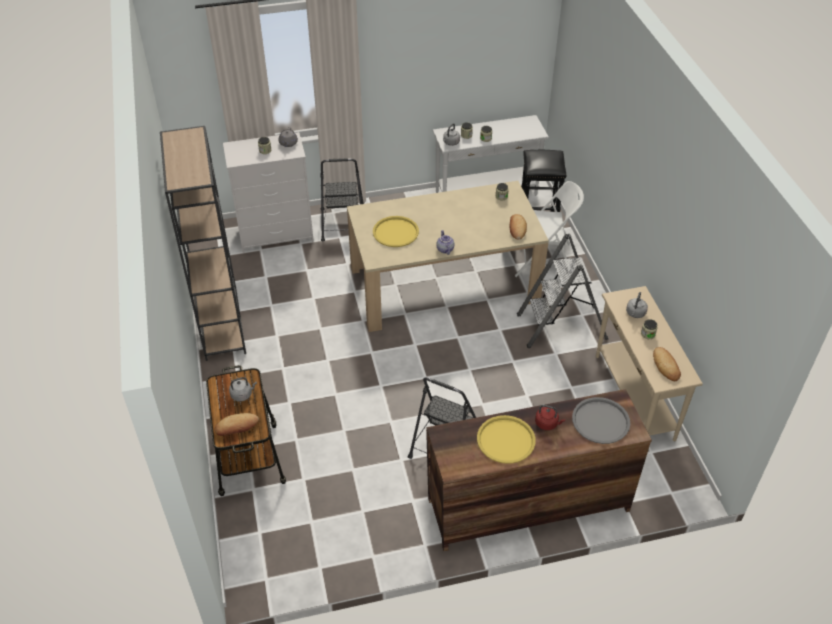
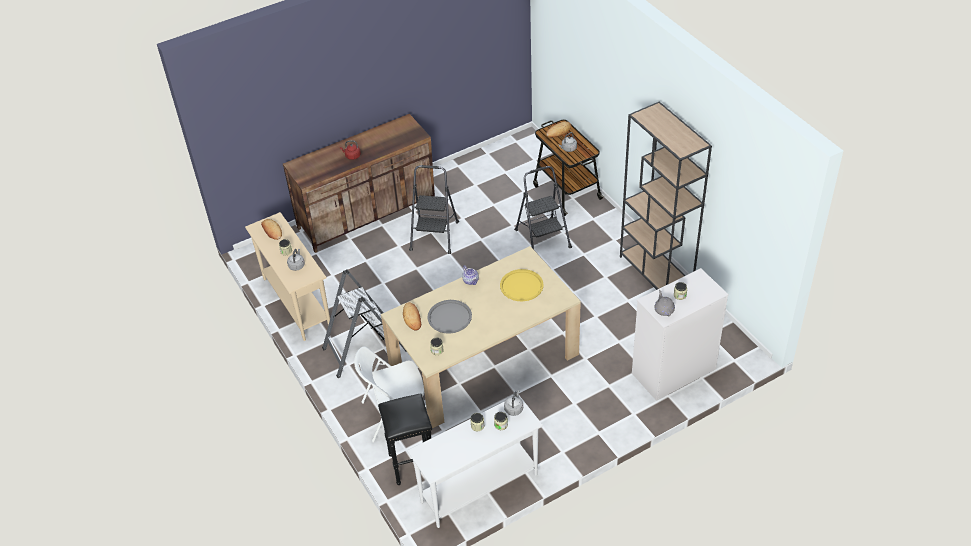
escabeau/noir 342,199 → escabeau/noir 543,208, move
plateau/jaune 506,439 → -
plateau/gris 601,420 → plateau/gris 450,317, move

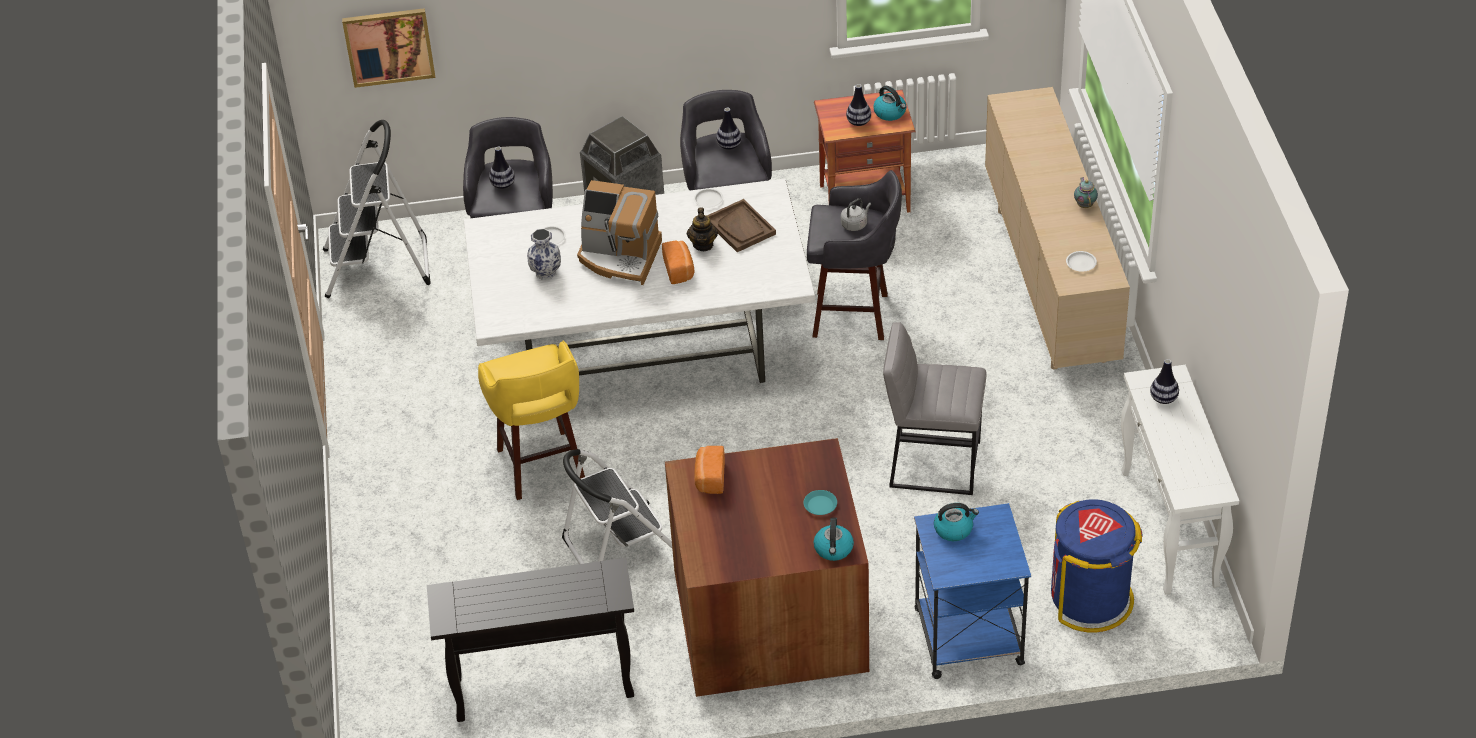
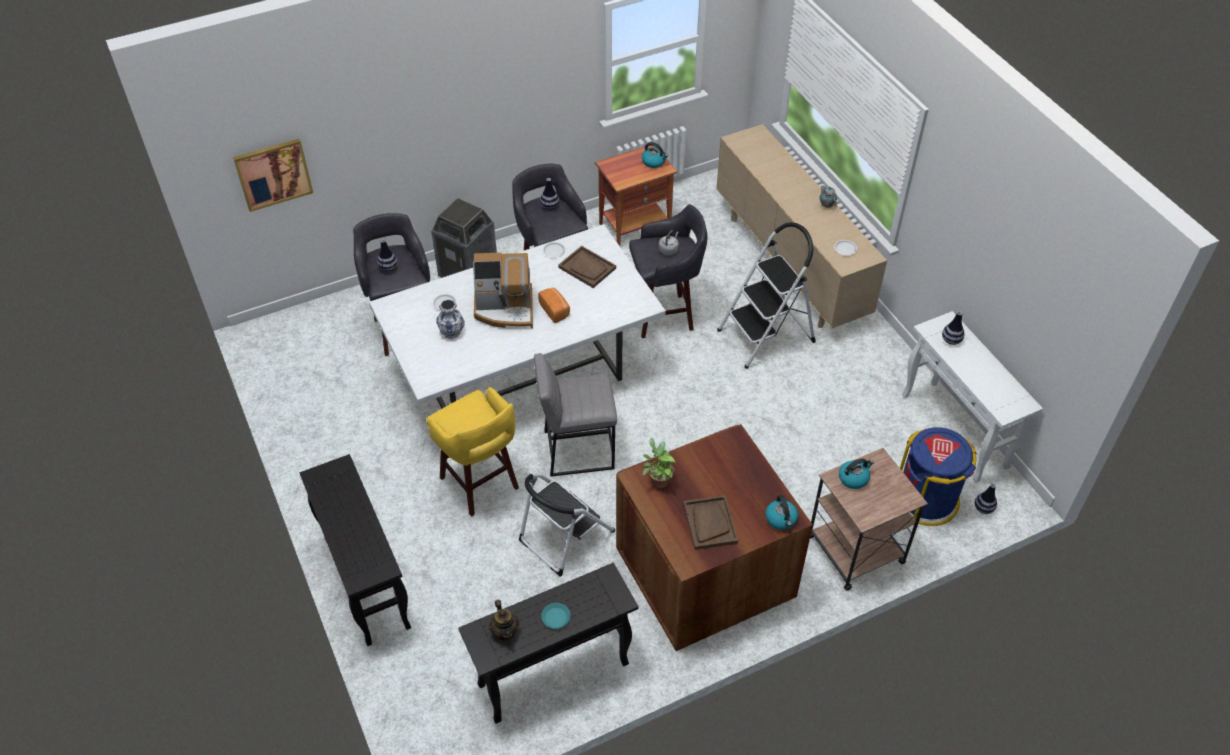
escabeau 377,209 → escabeau 766,295, move
théière 702,229 → théière 504,620, move
pain 709,470 → plante en pot 659,463
assiette/turquoise 820,502 → assiette/turquoise 556,616, move
vase 858,105 → vase 986,498, move
chaise/gris 935,408 → chaise/gris 575,414, move
chariot/bleu 972,591 → chariot/marron 869,519
- → table console/noir 355,550
- → plateau/marron 710,522

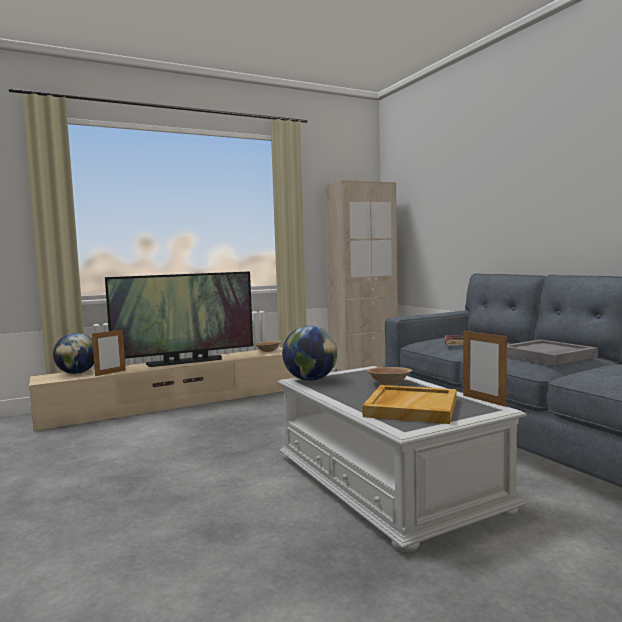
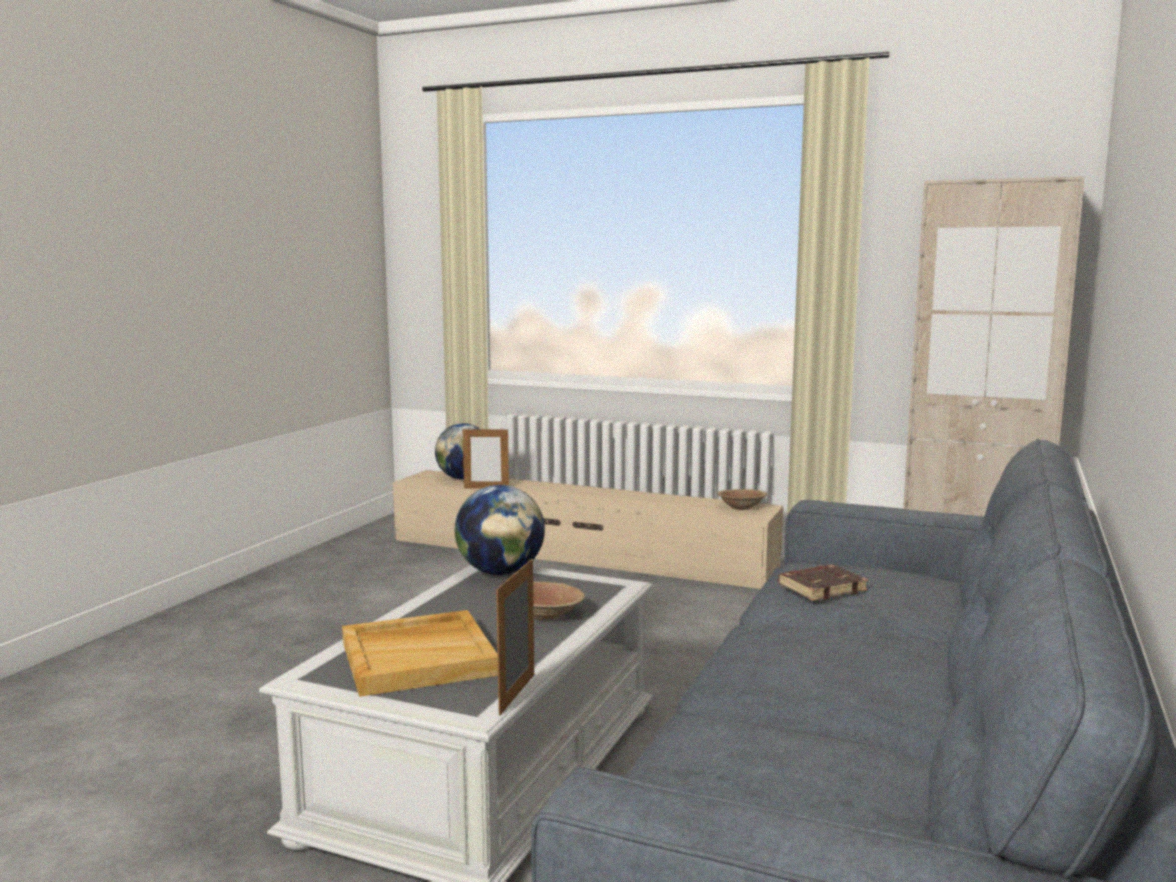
téléviseur 179,319 → -
plateau/gris 552,352 → -

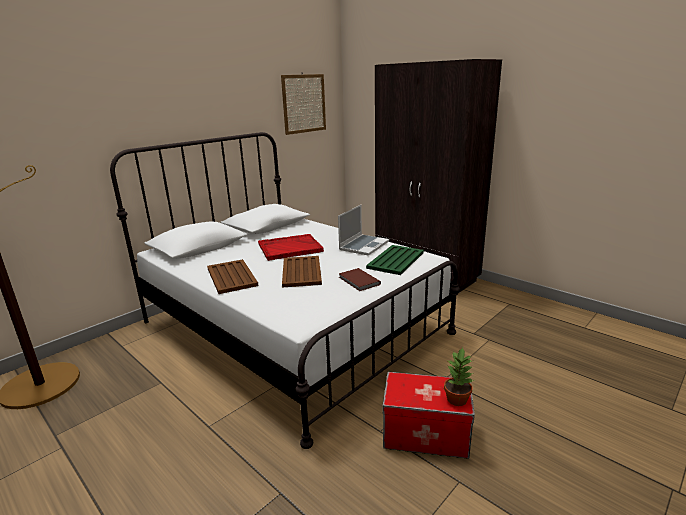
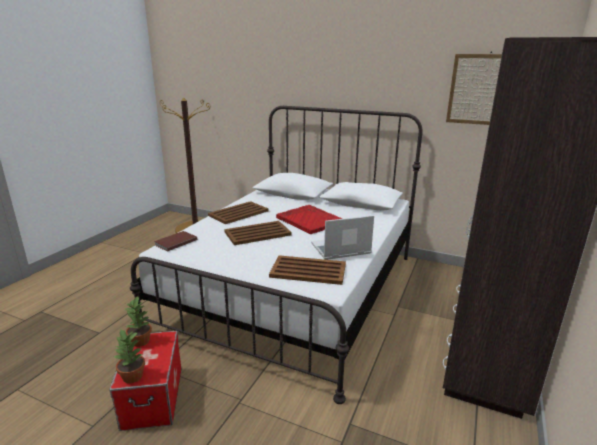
ordinateur portable 363,230 → ordinateur portable 342,237, 150 degrees clockwise
livre/marron 360,279 → livre/marron 175,241, move
plateau/vert 395,260 → plateau/marron 307,270
- → plante en pot 138,321

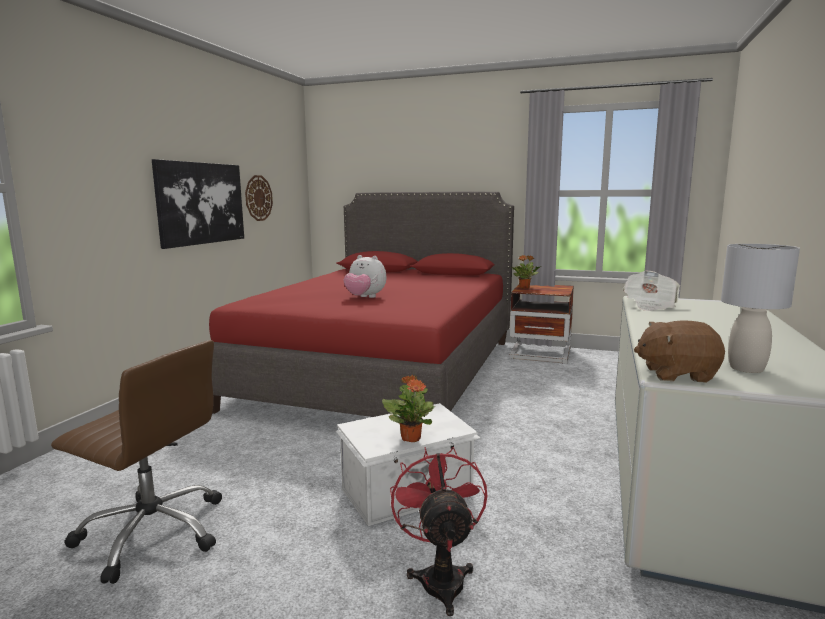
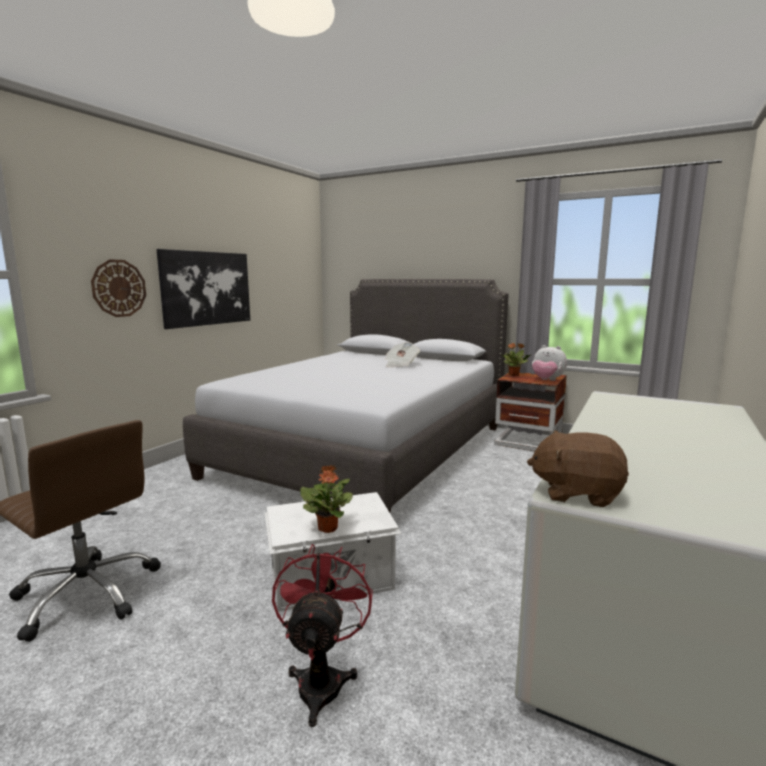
lit/rouge 361,304 → lit/gris 346,395
horloge murale 259,198 → horloge murale 118,288, move
peluche 364,276 → peluche 549,363, move
journal 651,291 → journal 402,355, move
lampe de table/gris 760,308 → -

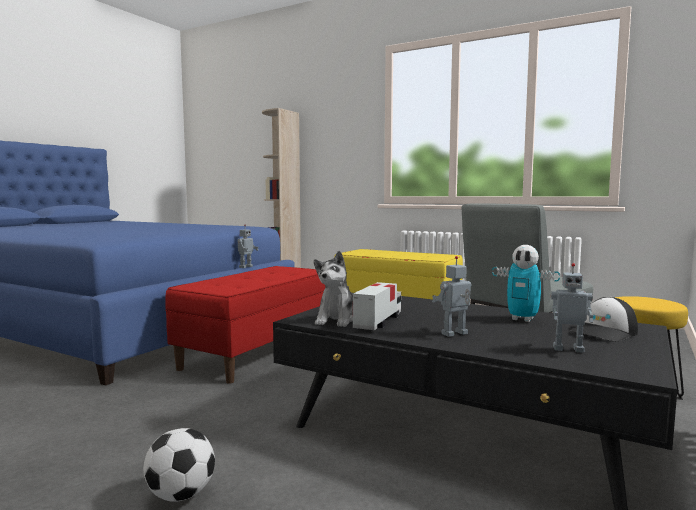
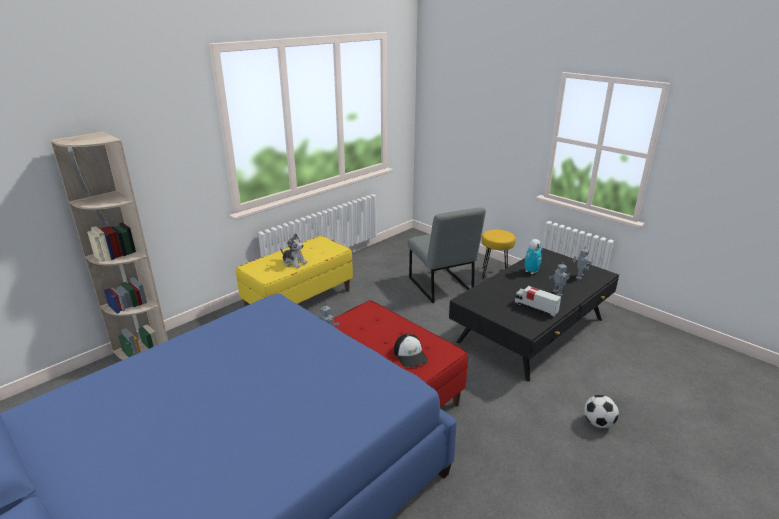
peluche 333,289 → peluche 294,250, move
casquette 603,319 → casquette 411,350, move

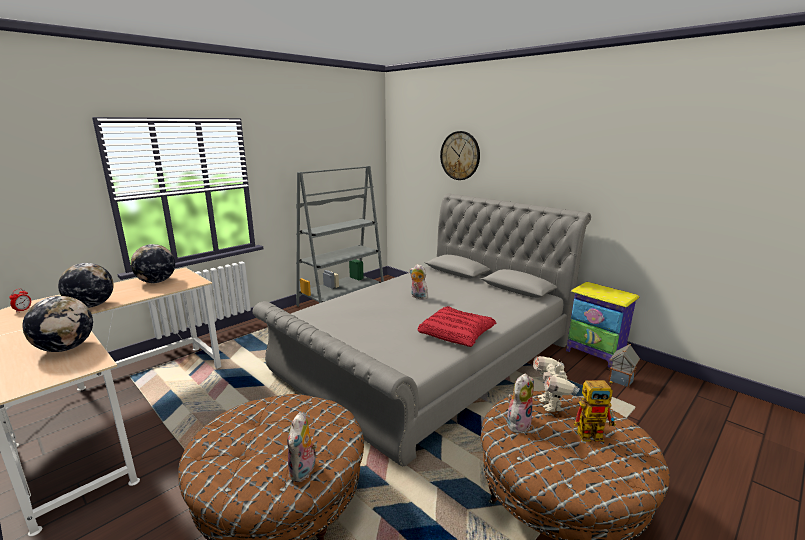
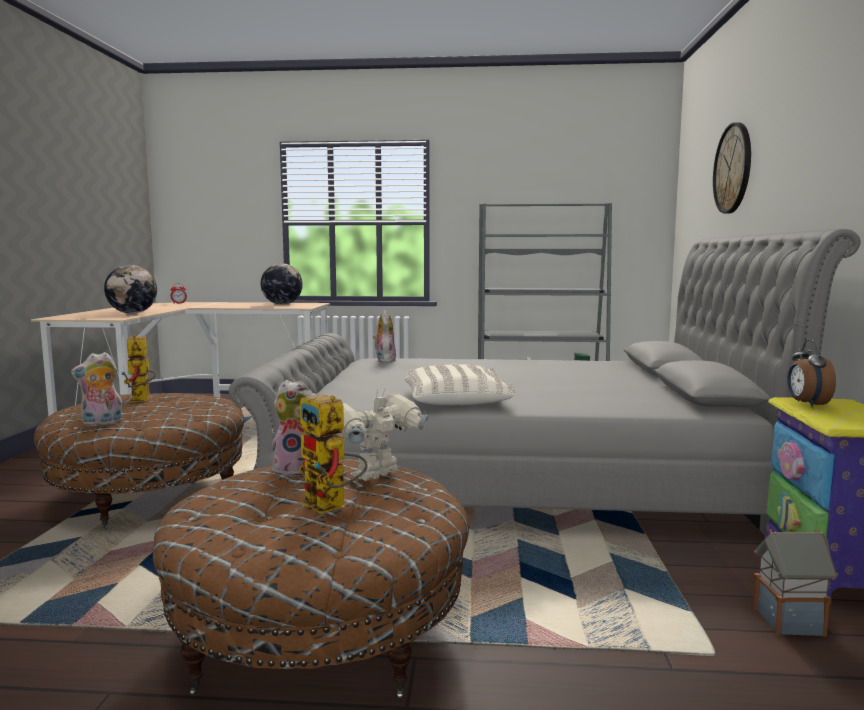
globe 86,285 → -
peluche 418,281 → peluche 384,336, move
coussin/rouge 457,326 → coussin/beige 460,384
- → robot jouet 138,369
- → réveil 811,373

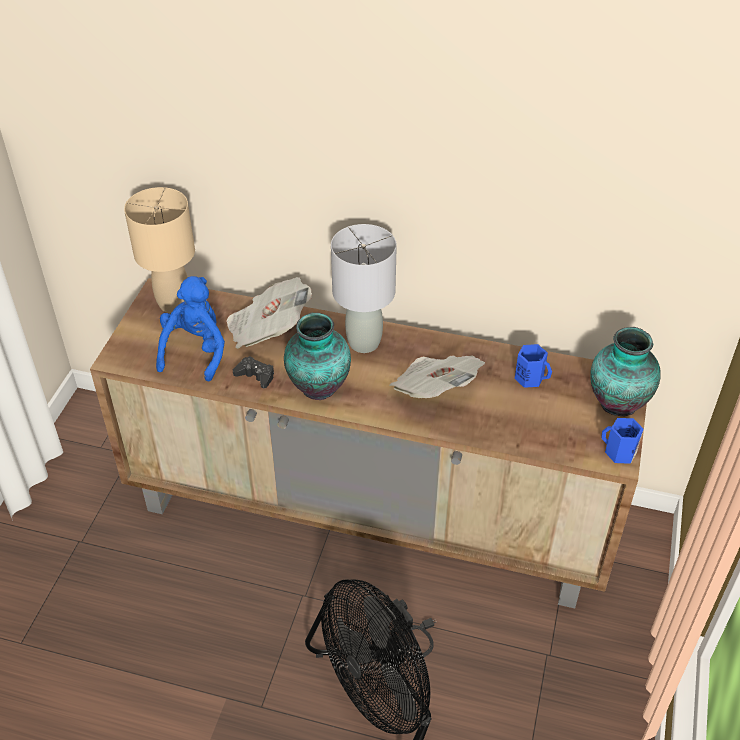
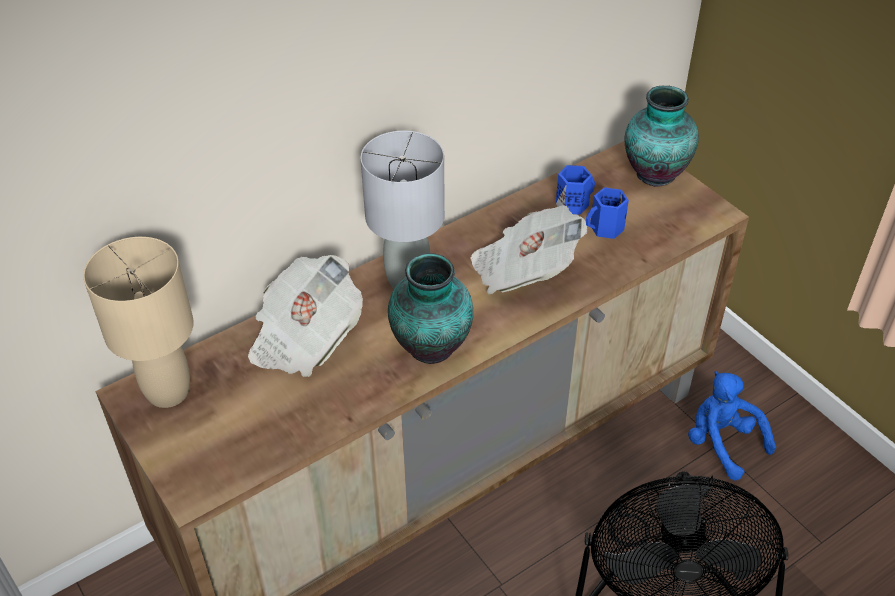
peluche/bleu 190,329 → peluche/bleu 732,425, move
manette/noir 253,372 → -
mug/bleu 623,441 → mug/bleu 607,213, move

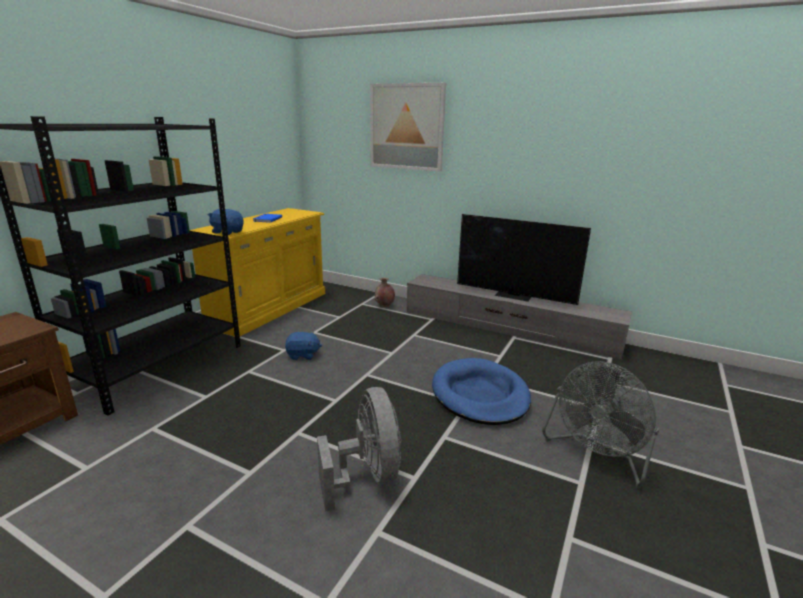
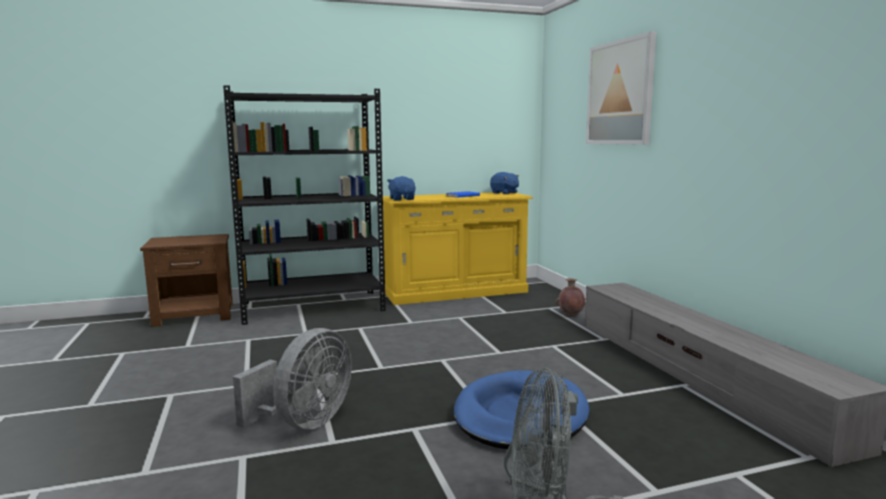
peluche/bleu 303,345 → peluche/bleu 504,183, move
téléviseur 524,259 → -

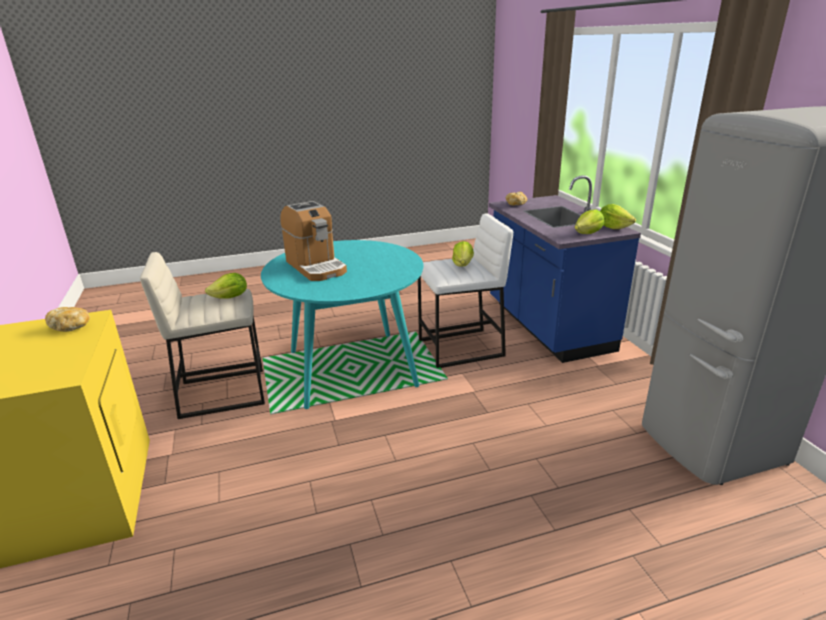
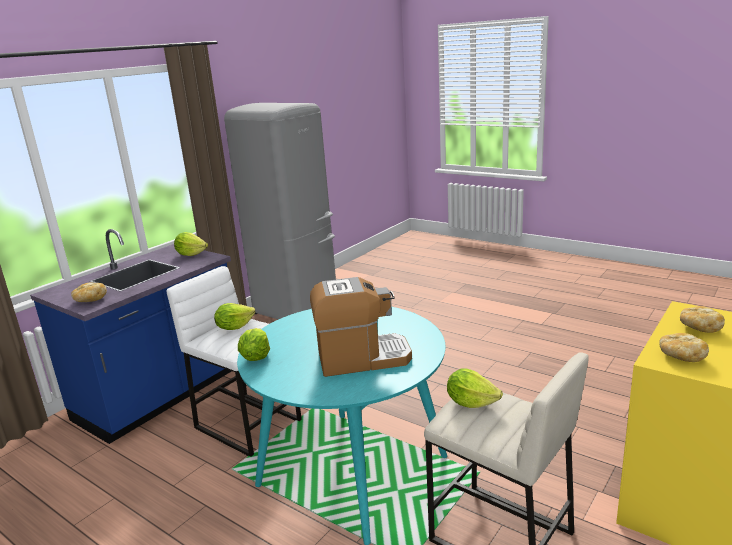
machine à café 313,241 → machine à café 361,327, 60 degrees clockwise
laitue 618,216 → laitue 254,344, move
- → pain 702,319

